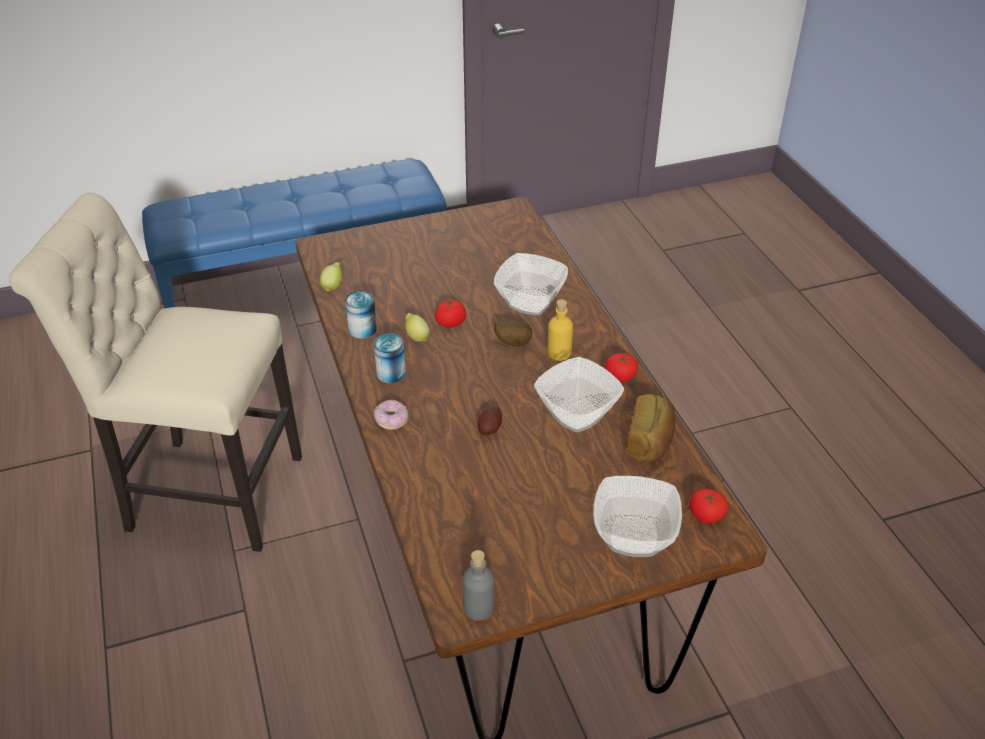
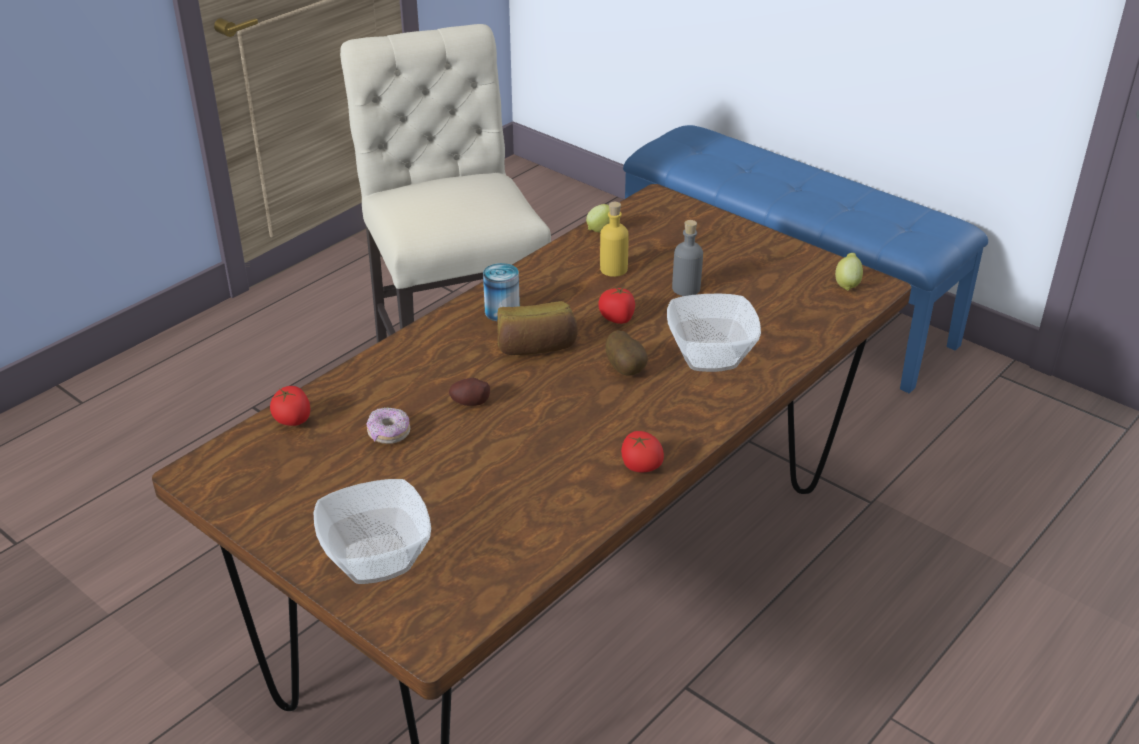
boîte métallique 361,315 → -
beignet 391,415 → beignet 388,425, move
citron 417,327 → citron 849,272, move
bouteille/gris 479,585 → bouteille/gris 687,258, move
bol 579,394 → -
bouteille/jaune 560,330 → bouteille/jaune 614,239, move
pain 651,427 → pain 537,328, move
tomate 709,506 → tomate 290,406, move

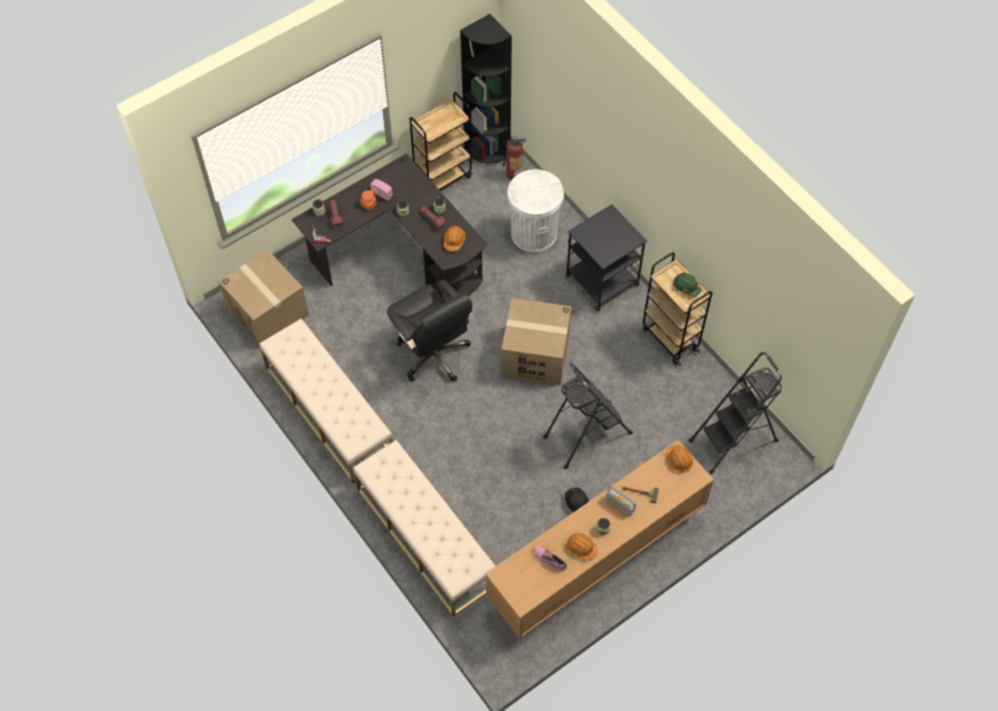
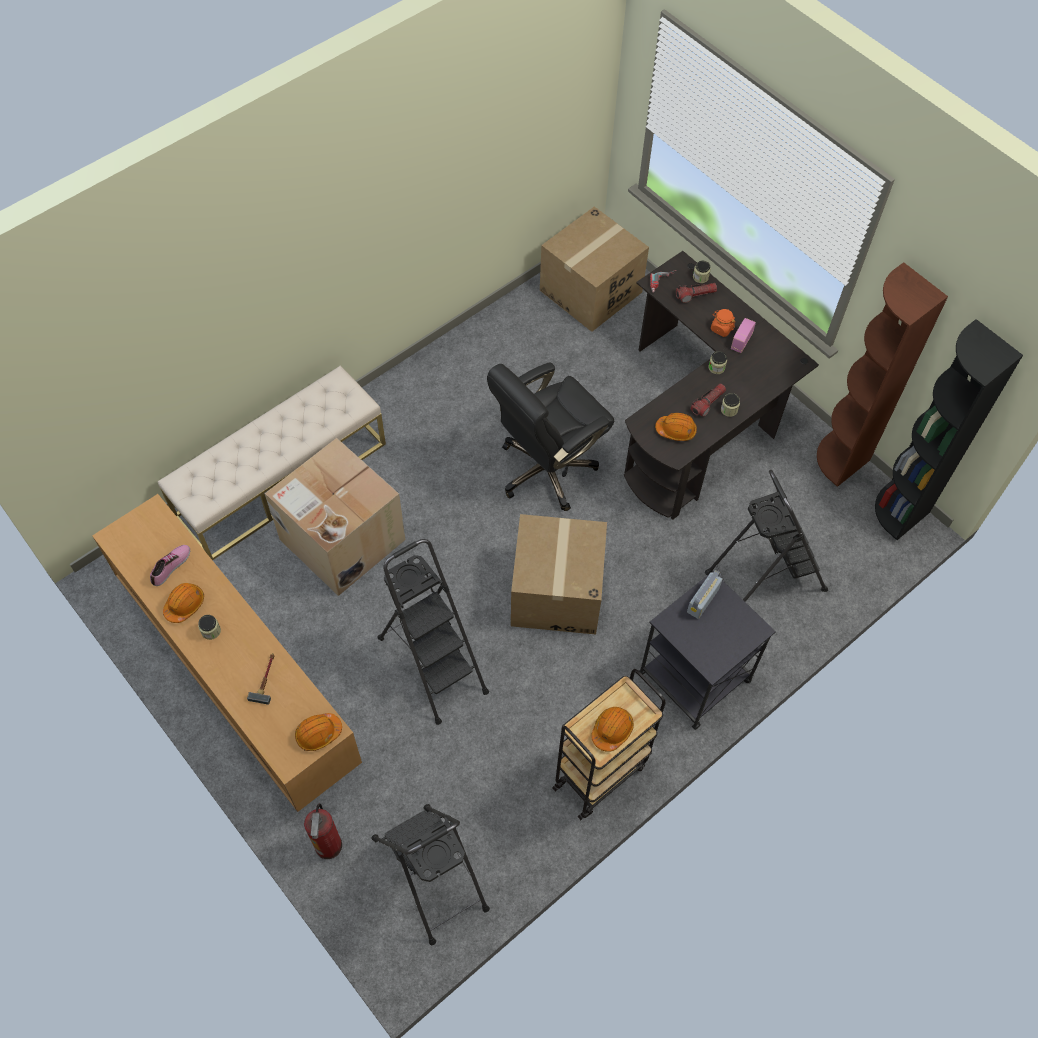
banc/beige 326,401 → -
chariot/marron 440,141 → bibliothèque/marron 882,374
extincteur 514,157 → extincteur 323,831, move
poubelle/blanc 535,211 → escabeau 766,536
casque de chantier/noir 577,500 → -
radio 621,501 → radio 704,594, move
casque de chantier/vert 687,284 → casque de chantier/orange 612,729
- → carton 335,517

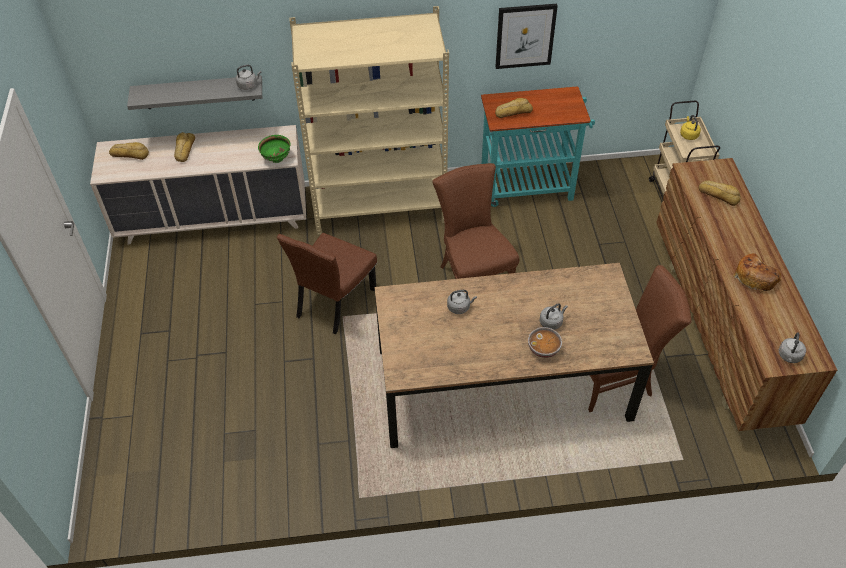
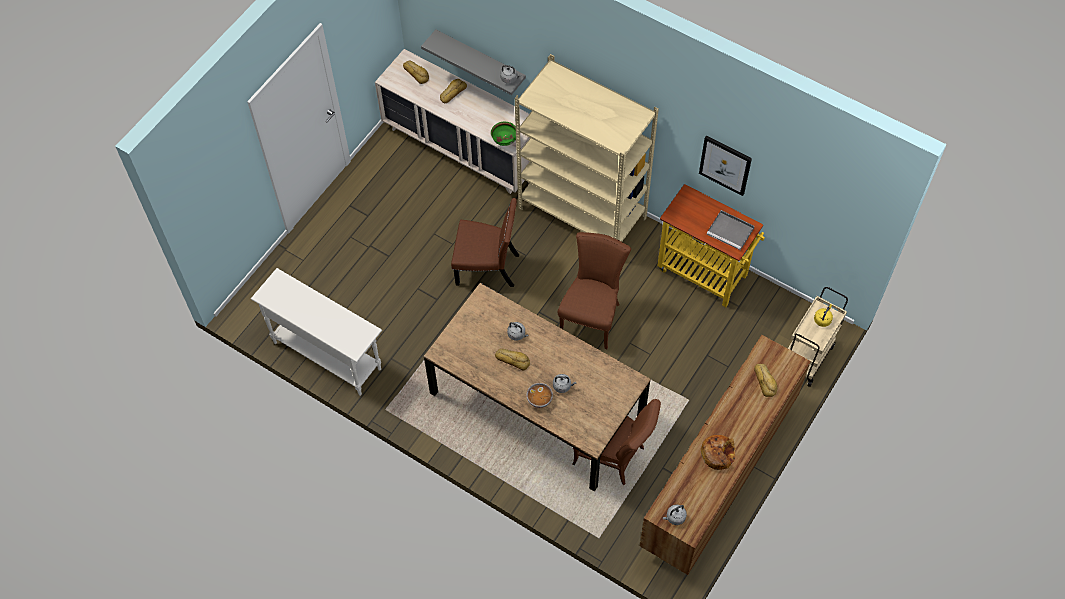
chaise/marron 327,284 → chaise/marron 485,242, 150 degrees counterclockwise
chariot/turquoise 538,147 → chariot/jaune 711,245
pain 514,108 → pain 512,359, move
- → table console/blanc 316,332
- → plateau/gris 730,230

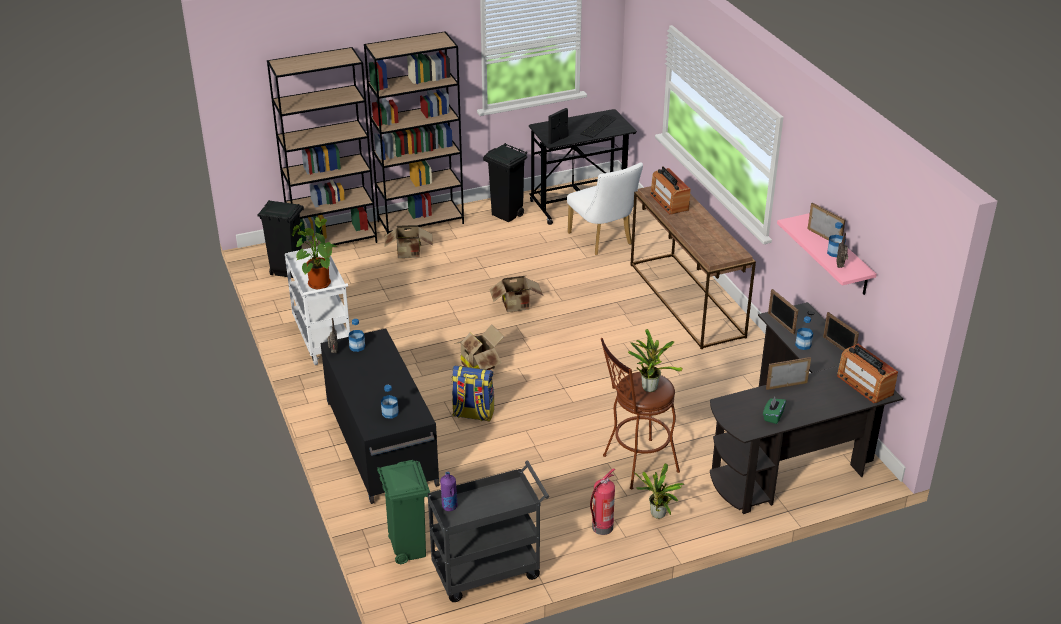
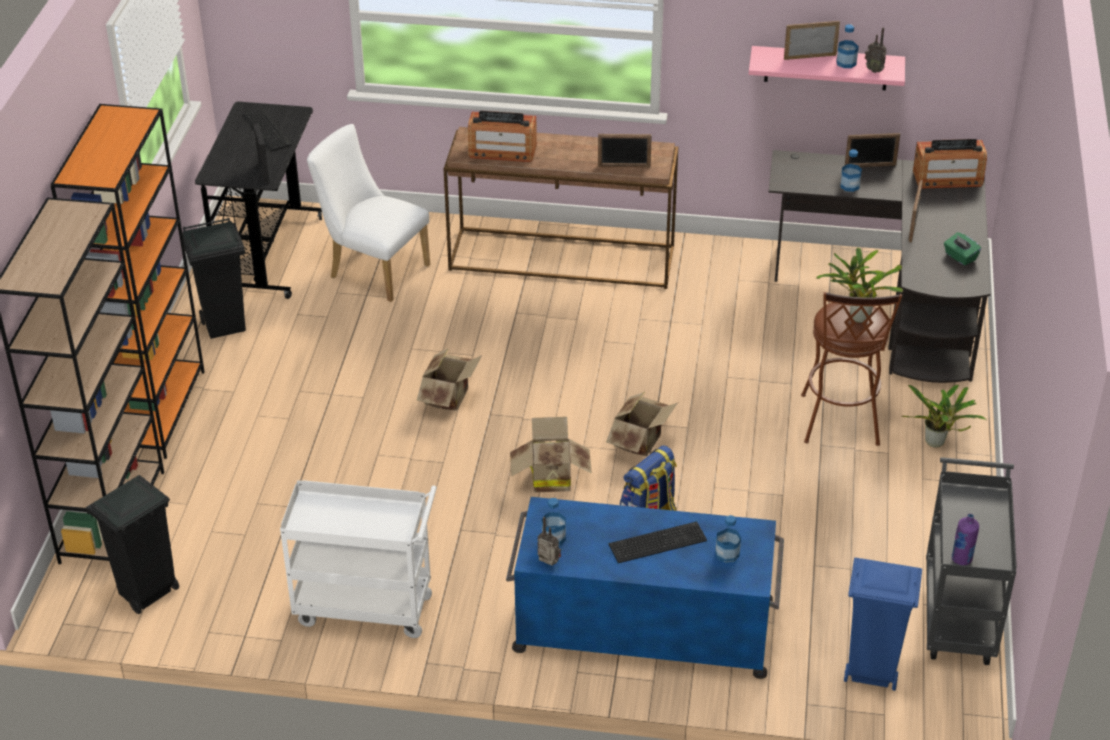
plante en pot 314,253 → -
meuble de rangement/noir 380,416 → meuble de rangement/bleu 645,588
bibliothèque/beige 414,132 → bibliothèque/orange 127,281
poubelle/vert 403,512 → poubelle/bleu 883,624
carton 408,241 → carton 642,424, move
chaise/blanc 605,209 → chaise/blanc 368,213, 150 degrees counterclockwise
extincteur 602,501 → -
cadre photo 783,312 → cadre photo 625,150, move
- → clavier 657,542

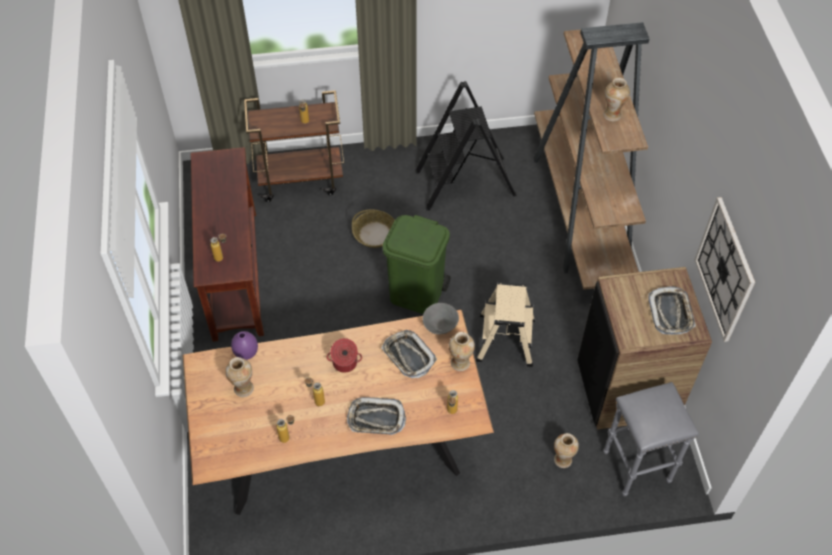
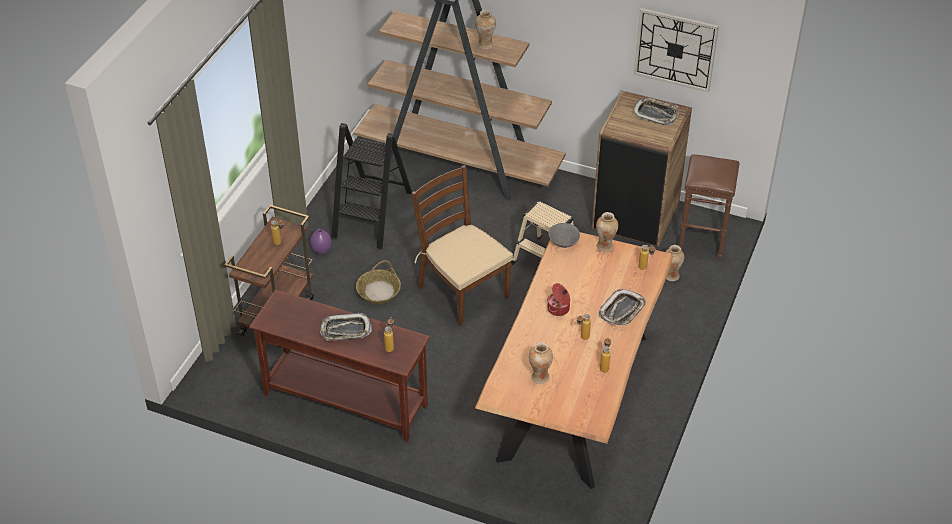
vase/violet 244,345 → vase/violet 321,241, move
plateau 409,354 → plateau 346,327, move
poubelle/vert 416,264 → chaise/marron 462,245
tabouret/gris 651,439 → tabouret/marron 709,206

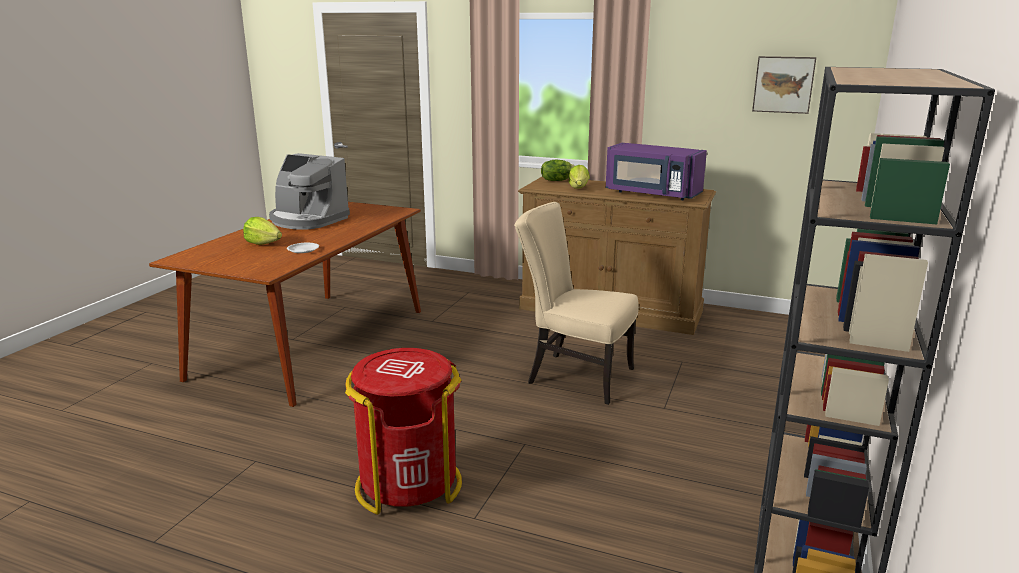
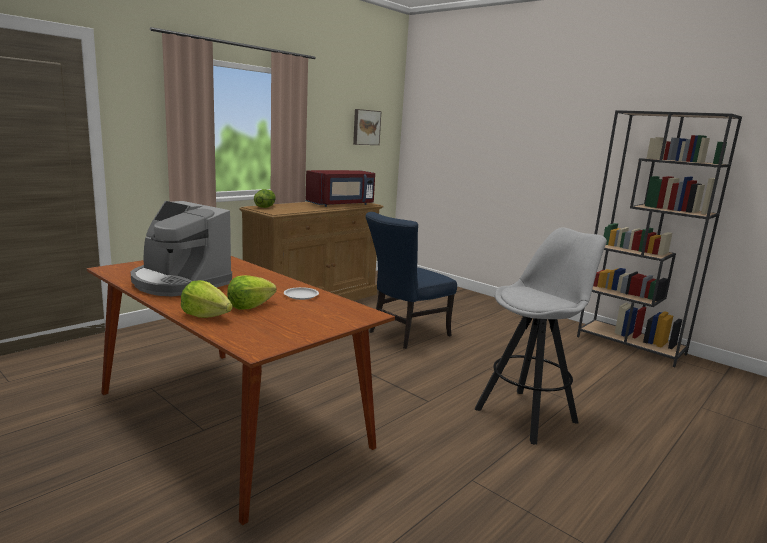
machine à café 309,191 → machine à café 181,249, 75 degrees clockwise
poubelle/rouge 403,431 → tabouret/gris 541,335
chaise/beige 576,303 → chaise/bleu 411,280
laitue 579,177 → laitue 207,299, move
micro-ondes/violet 656,171 → micro-ondes/rouge 340,188

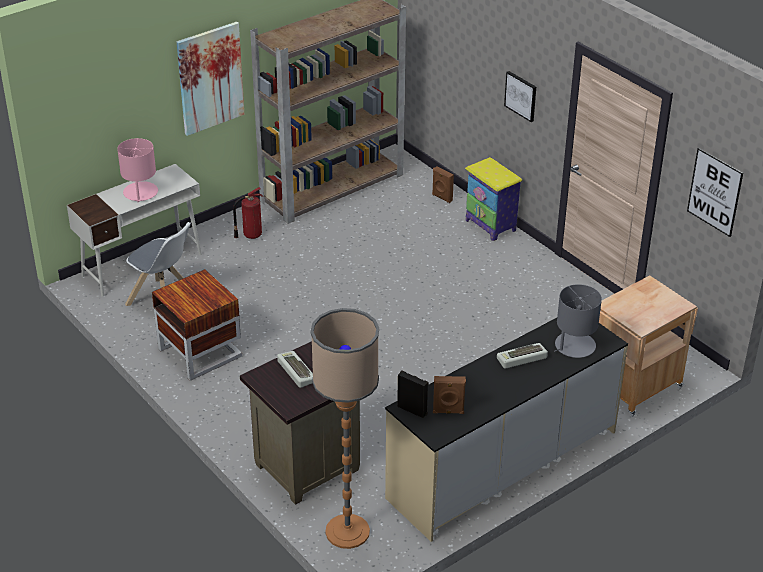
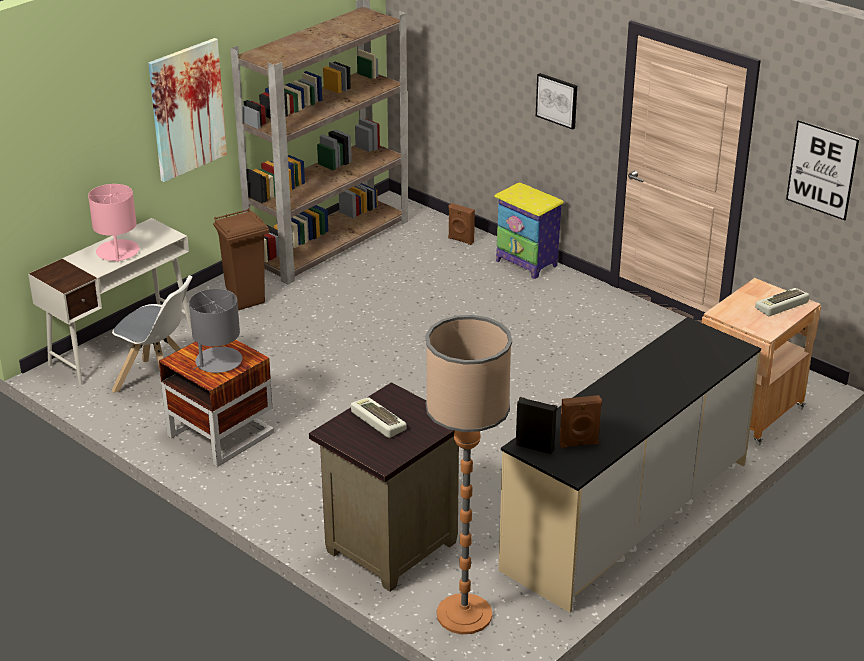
extincteur 248,213 → poubelle/marron 241,259
clavier 522,356 → clavier 782,302, move
lampe de table/gris 578,321 → lampe de table/gris 215,331, move

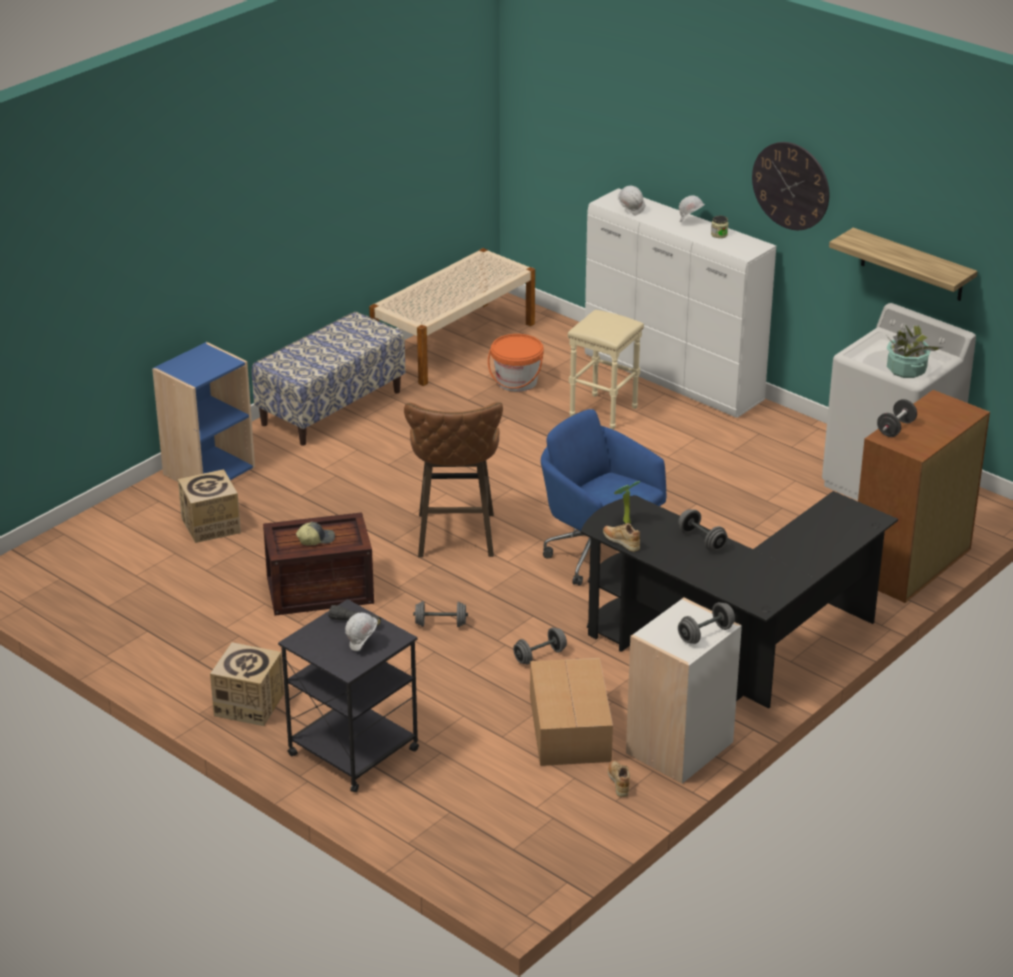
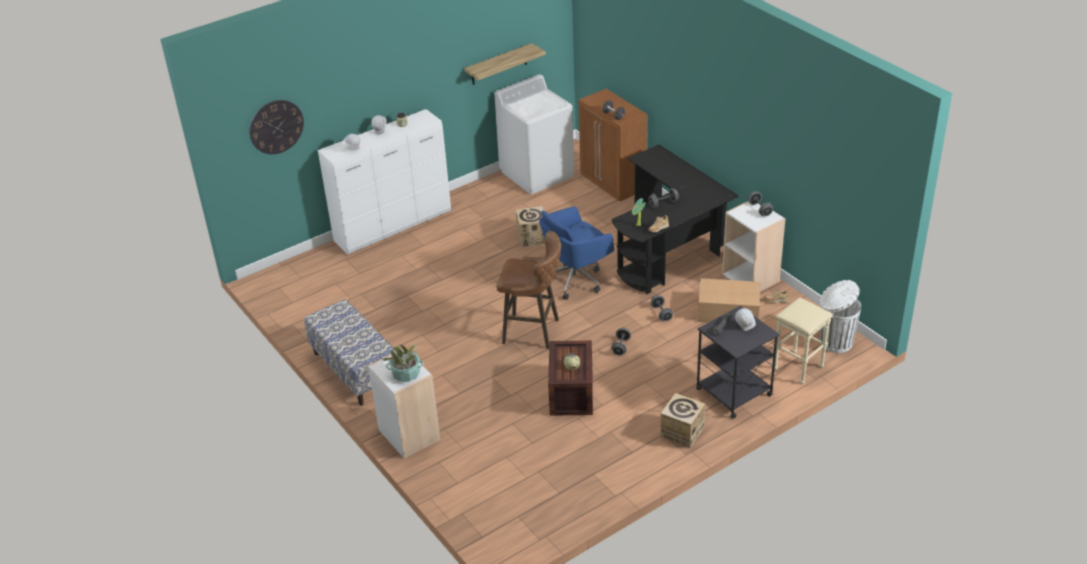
bibliothèque/bleu 203,412 → bibliothèque/blanc 404,404
carton 209,506 → carton 530,226, move
banc/beige 452,317 → -
seau/orange 516,363 → -
tabouret/beige 606,369 → tabouret/beige 804,341, move
horloge murale 790,186 → horloge murale 276,127, move
plante en pot 915,351 → plante en pot 403,363, move
- → poubelle/blanc 840,316

